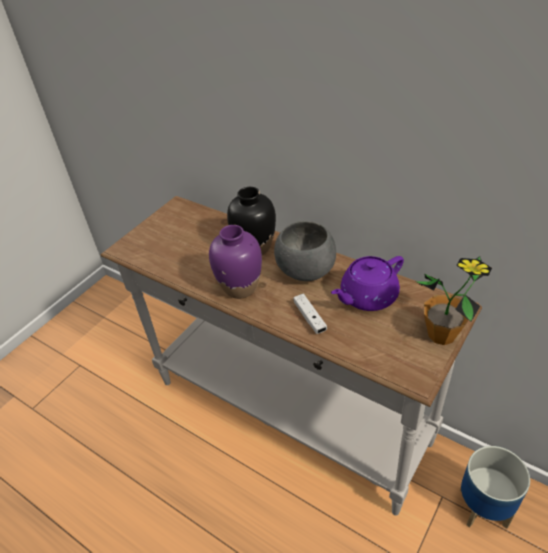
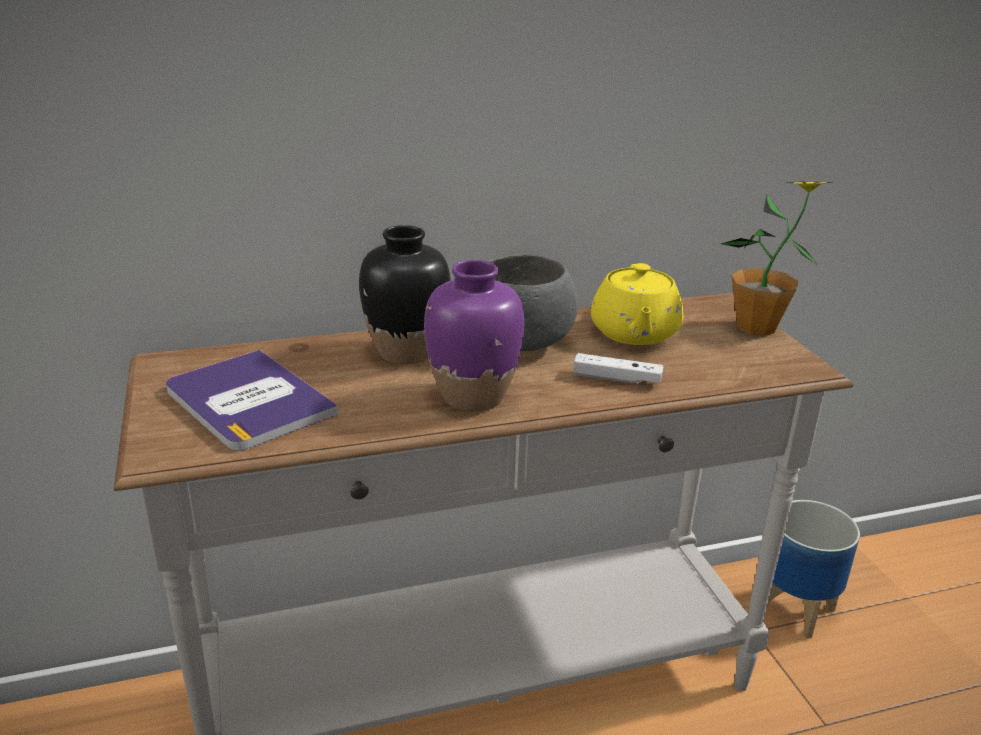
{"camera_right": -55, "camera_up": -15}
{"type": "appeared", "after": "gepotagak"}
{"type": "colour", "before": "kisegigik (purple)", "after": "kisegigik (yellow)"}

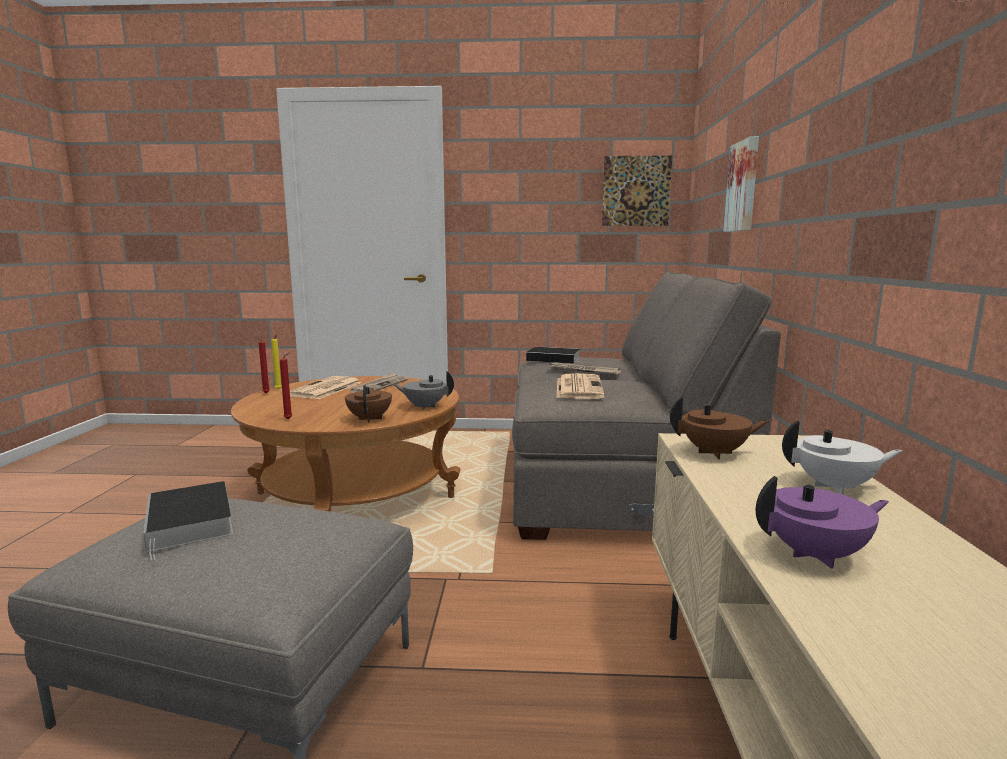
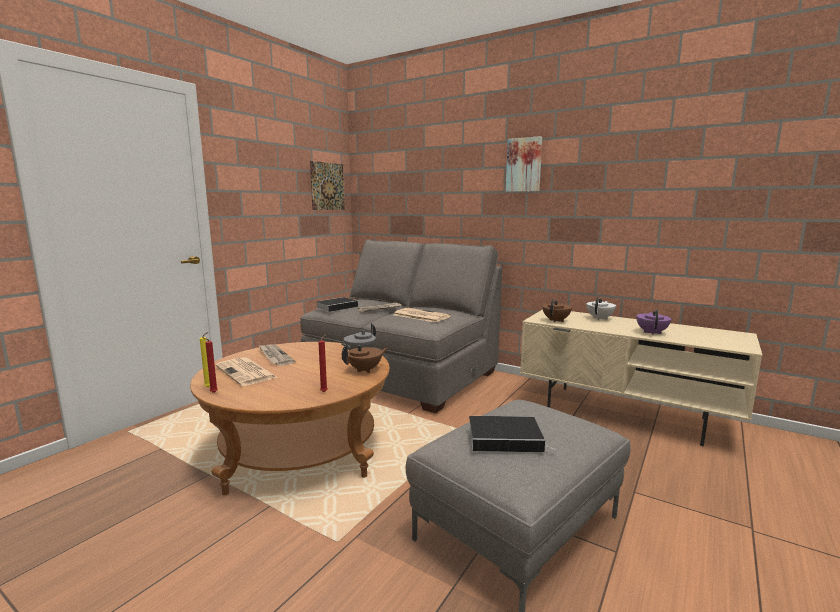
{"camera_right": -60, "camera_up": 0}
{"type": "relocated", "before": "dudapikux (no. 2 from left)"}
{"type": "spun", "before": "kisegigik (brown) (no. 1 from left)", "turn": 120}

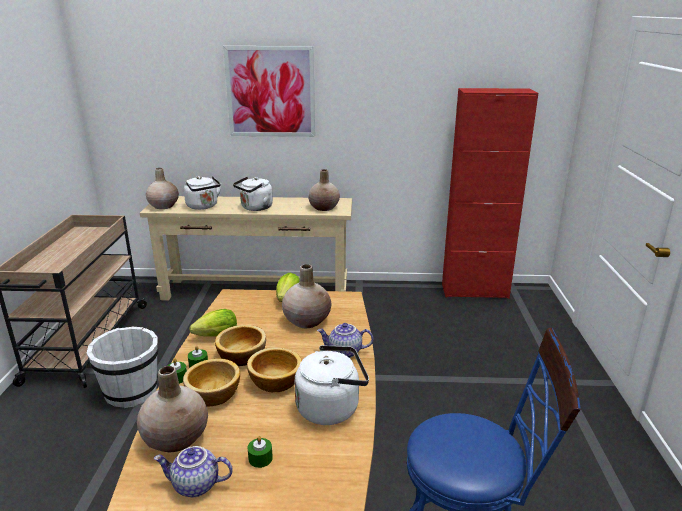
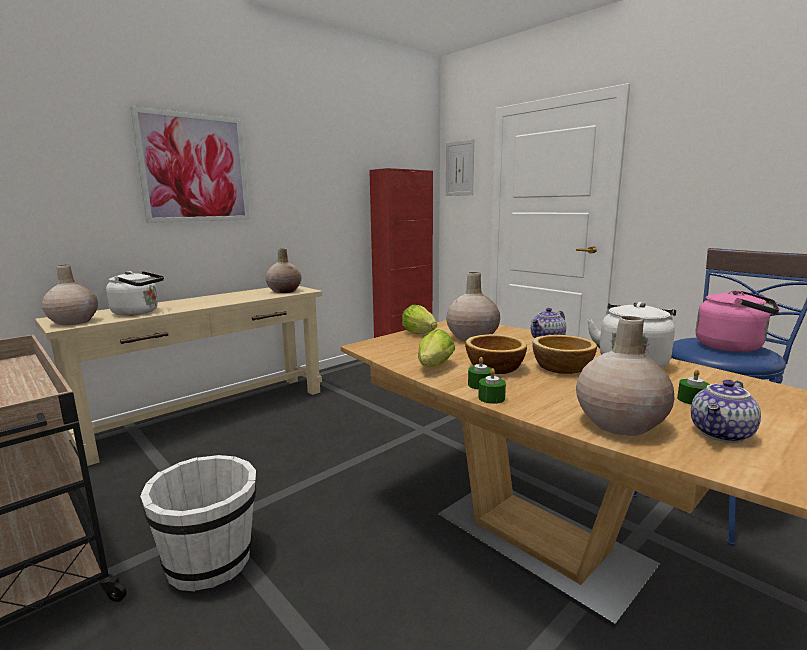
{"camera_right": -45, "camera_up": -10}
{"type": "missing", "before": "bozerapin (no. 1 from left)"}
{"type": "missing", "before": "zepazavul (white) (no. 2 from left)"}
{"type": "appeared", "after": "dudapikux (no. 2 from left)"}
{"type": "appeared", "after": "zepazavul (pink)"}

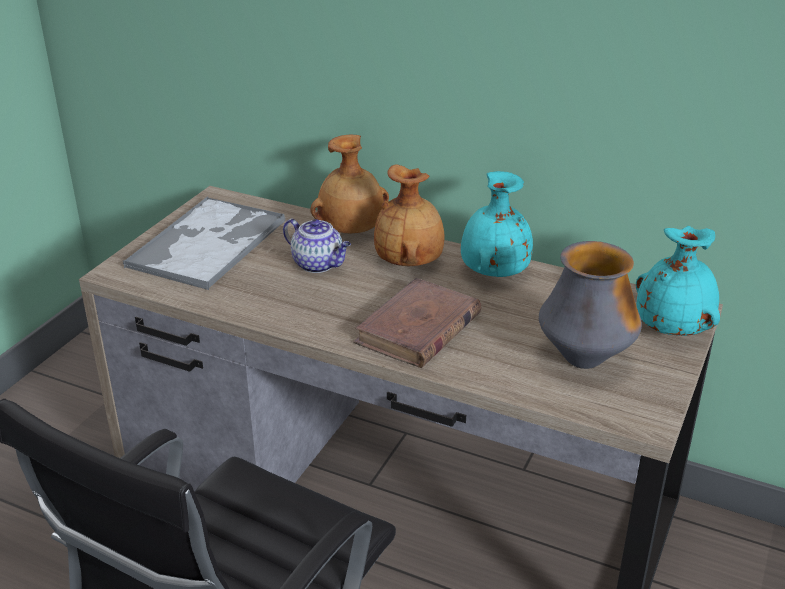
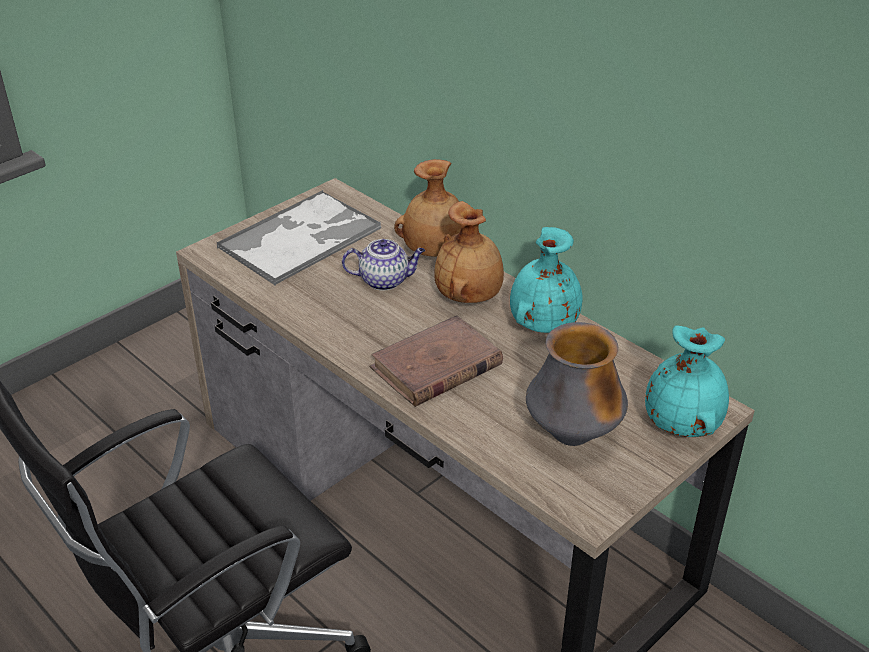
{"camera_right": 20, "camera_up": 5}
{"type": "spun", "before": "kisegigik", "turn": -60}

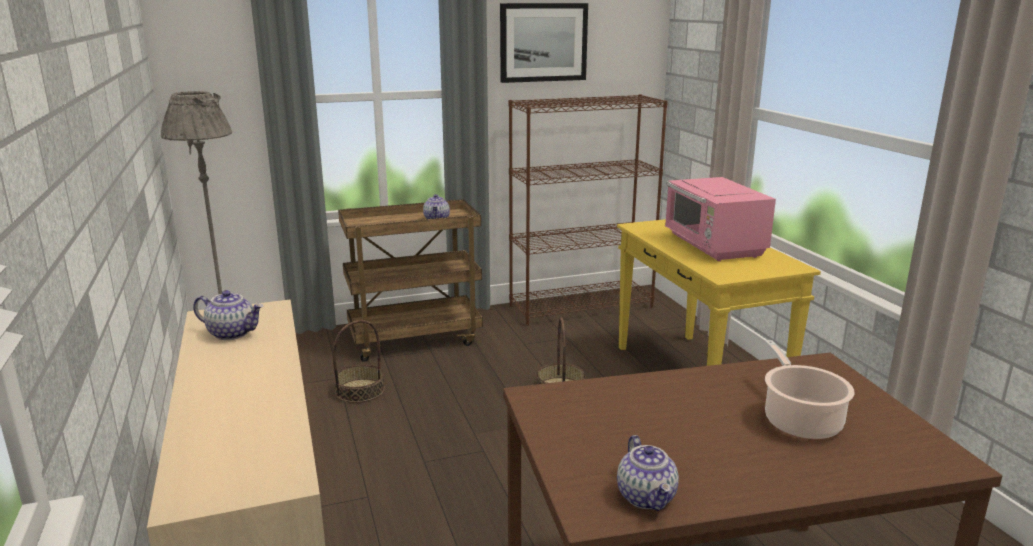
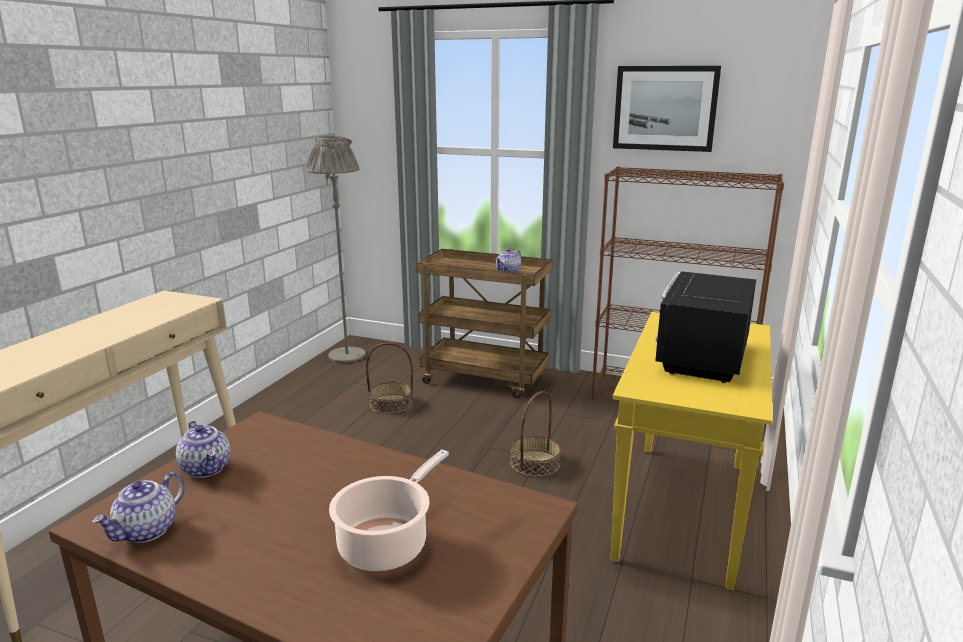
{"camera_right": 40, "camera_up": 0}
{"type": "relocated", "before": "kisegigik (no. 1 from left in the first image)", "after": "kisegigik (no. 2 from left)"}
{"type": "colour", "before": "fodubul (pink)", "after": "fodubul (black)"}

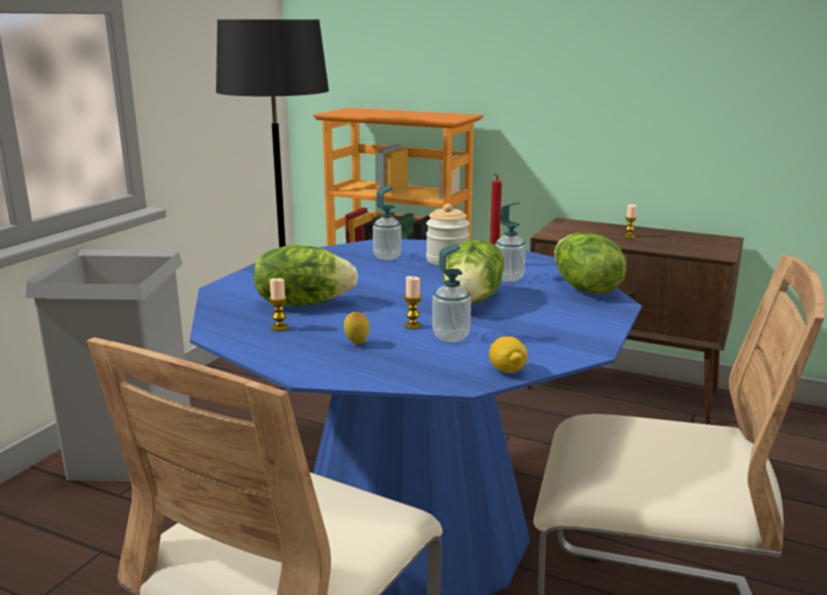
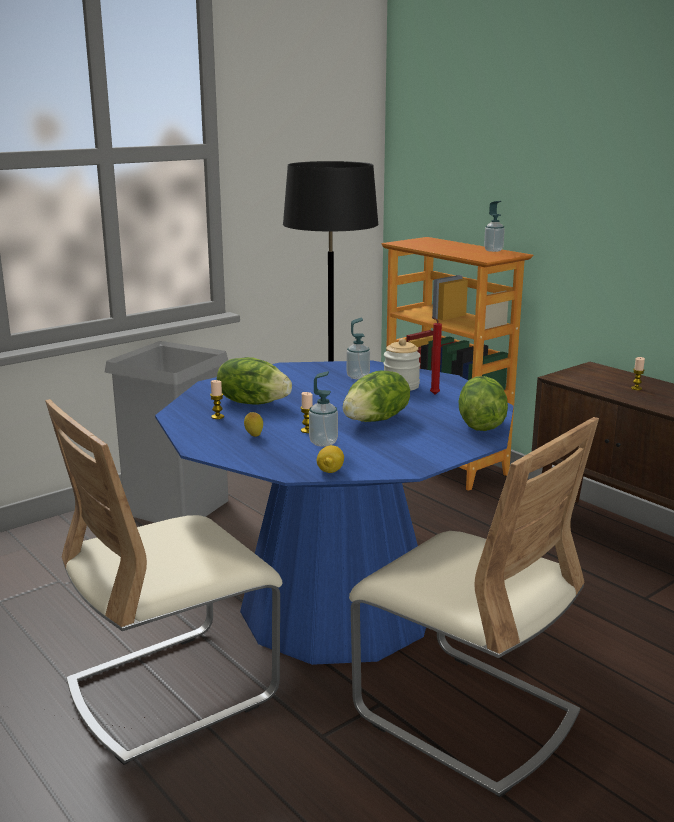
{"camera_right": 25, "camera_up": 0}
{"type": "relocated", "before": "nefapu (no. 3 from left)"}

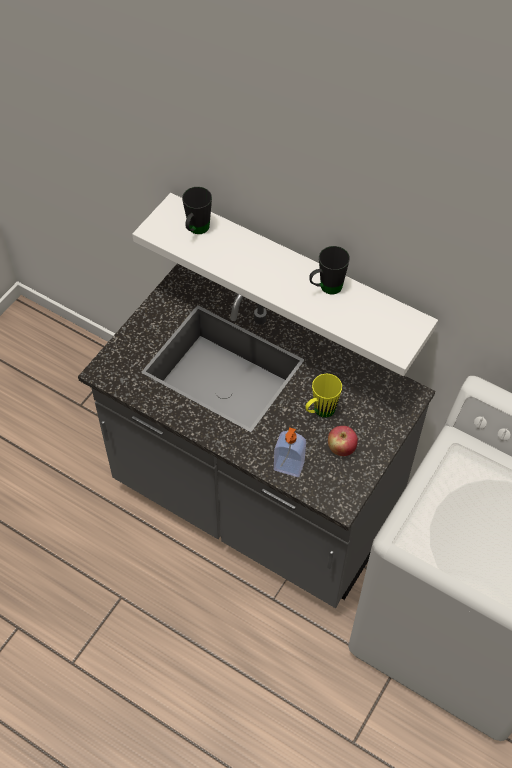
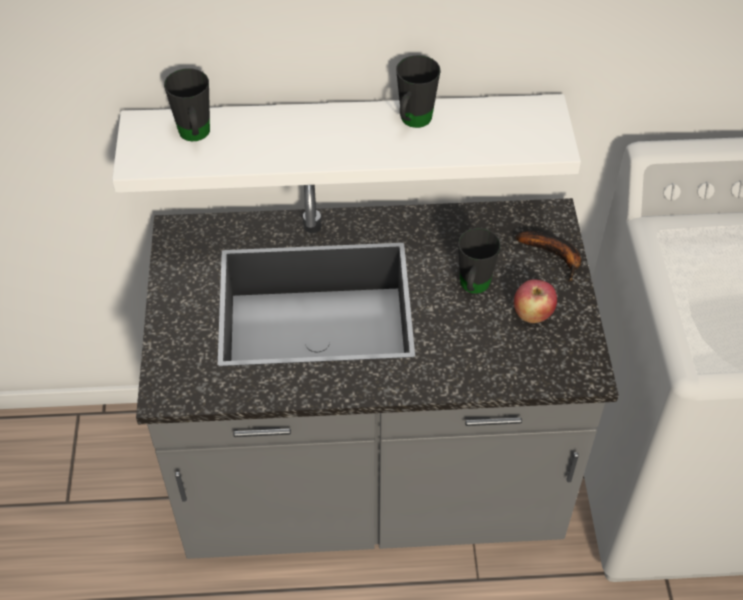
{"camera_right": -35, "camera_up": -5}
{"type": "missing", "before": "nefapu"}
{"type": "appeared", "after": "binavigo"}
{"type": "colour", "before": "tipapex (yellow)", "after": "tipapex (black) (no. 3 from left)"}

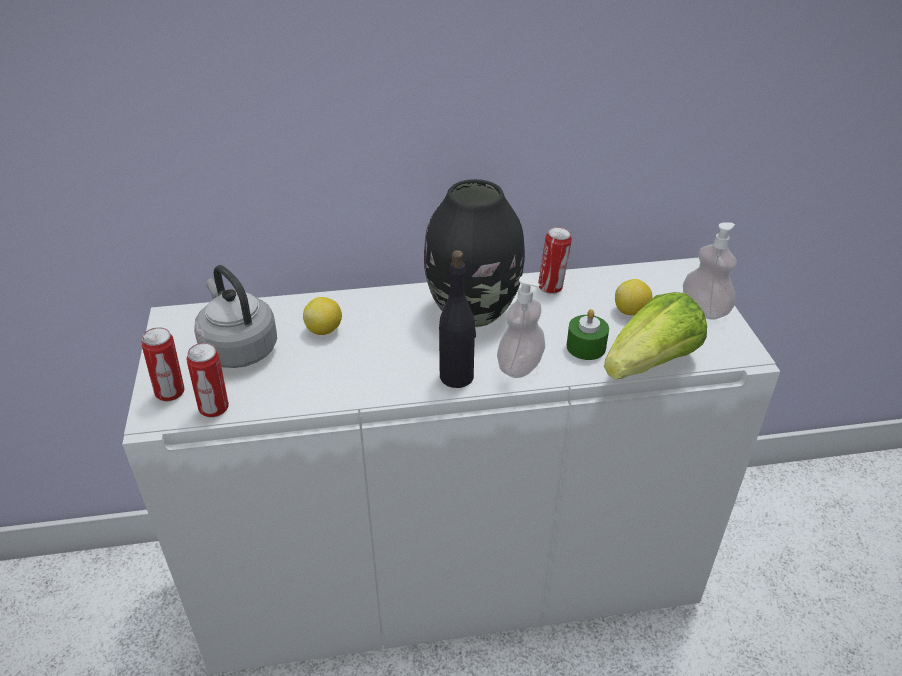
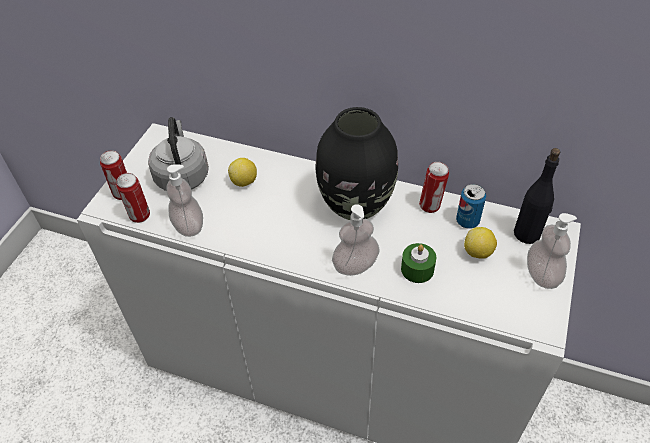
{"camera_right": 30, "camera_up": 10}
{"type": "missing", "before": "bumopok"}
{"type": "appeared", "after": "nefapu (no. 1 from left)"}
{"type": "appeared", "after": "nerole (no. 4 from left)"}
{"type": "relocated", "before": "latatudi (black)"}

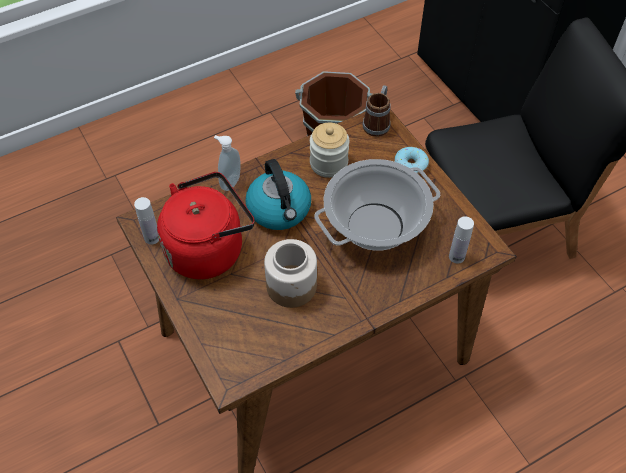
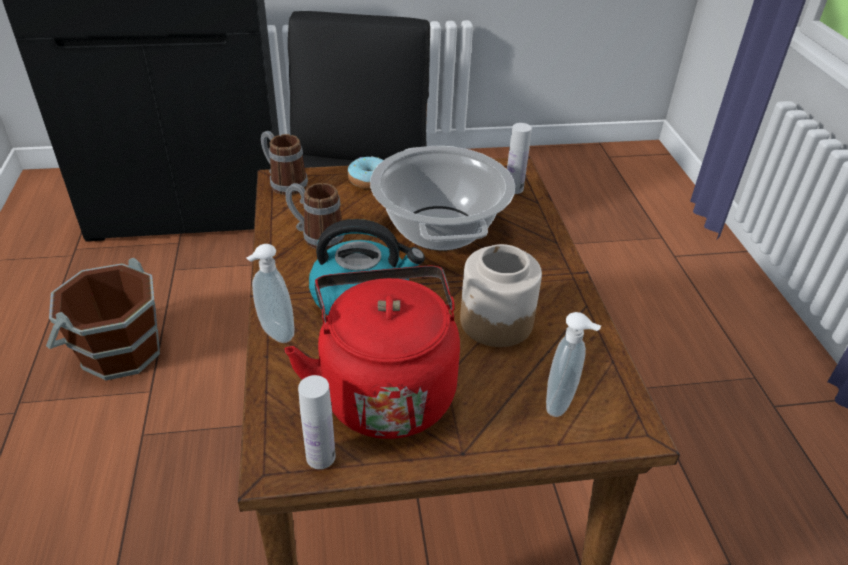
{"camera_right": -70, "camera_up": -15}
{"type": "appeared", "after": "nefapu (no. 2 from left)"}
{"type": "exchanged", "before": "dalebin (no. 2 from left)", "after": "tipapex (no. 2 from left)"}

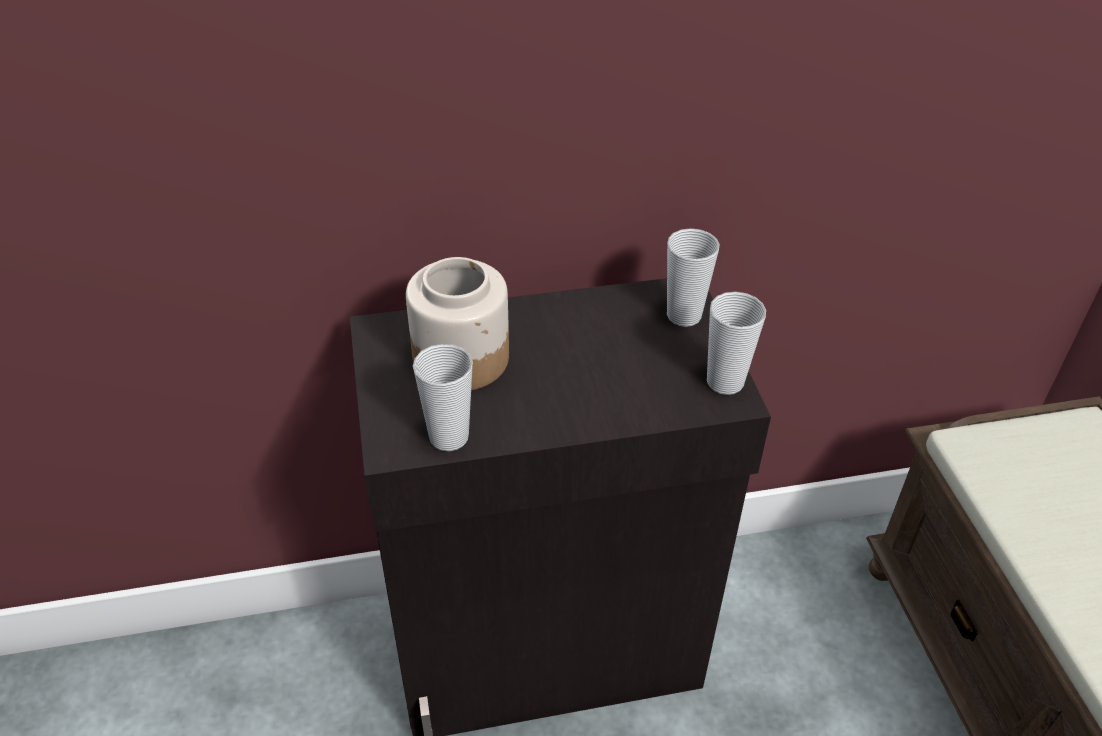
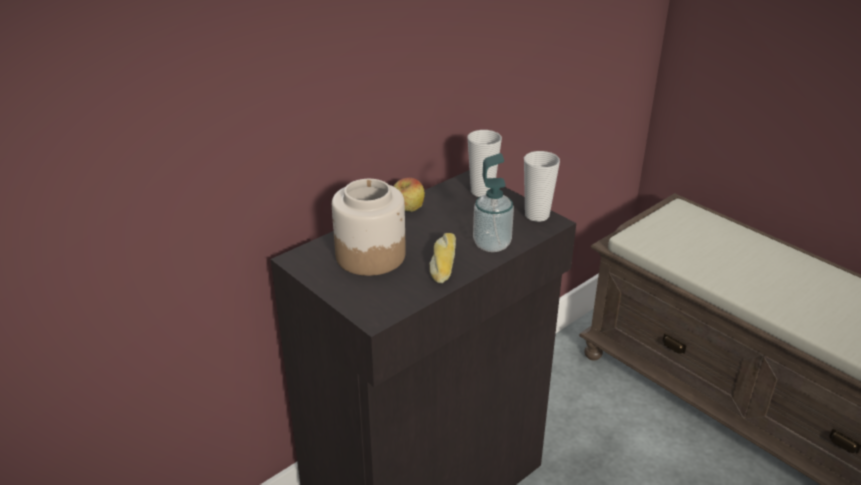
{"camera_right": -30, "camera_up": -10}
{"type": "missing", "before": "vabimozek (no. 1 from left)"}
{"type": "appeared", "after": "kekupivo"}
{"type": "appeared", "after": "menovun"}
{"type": "appeared", "after": "nefapu"}

